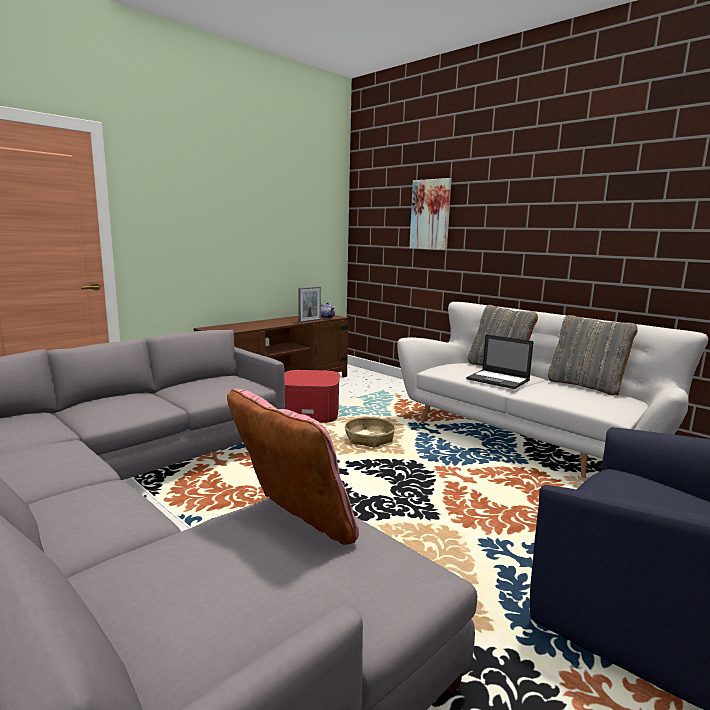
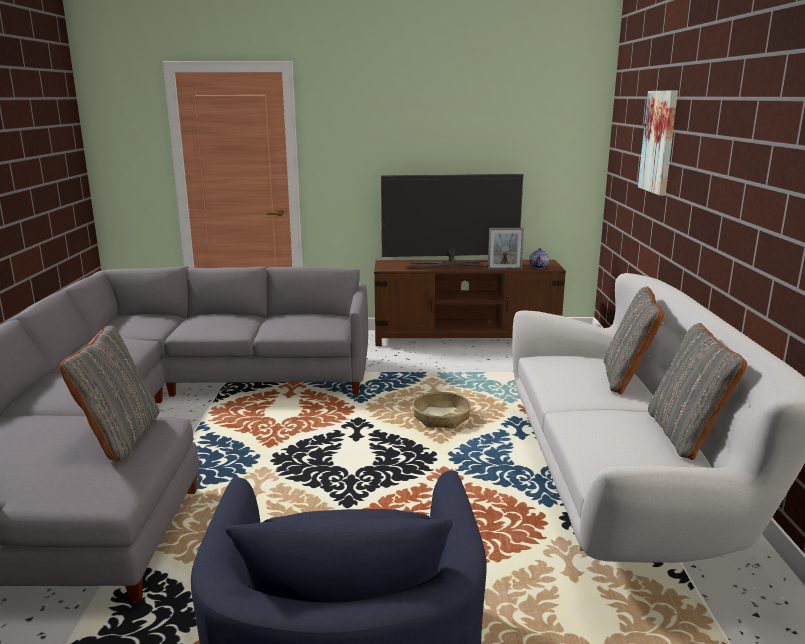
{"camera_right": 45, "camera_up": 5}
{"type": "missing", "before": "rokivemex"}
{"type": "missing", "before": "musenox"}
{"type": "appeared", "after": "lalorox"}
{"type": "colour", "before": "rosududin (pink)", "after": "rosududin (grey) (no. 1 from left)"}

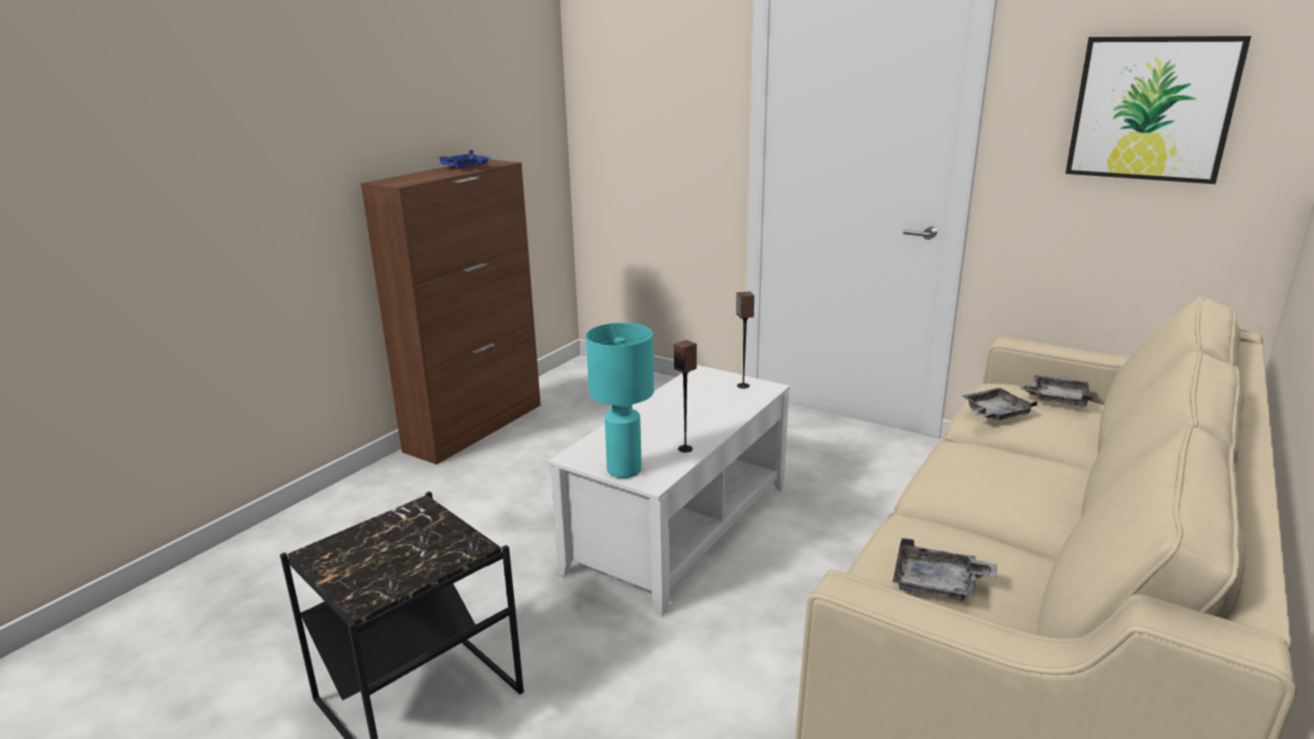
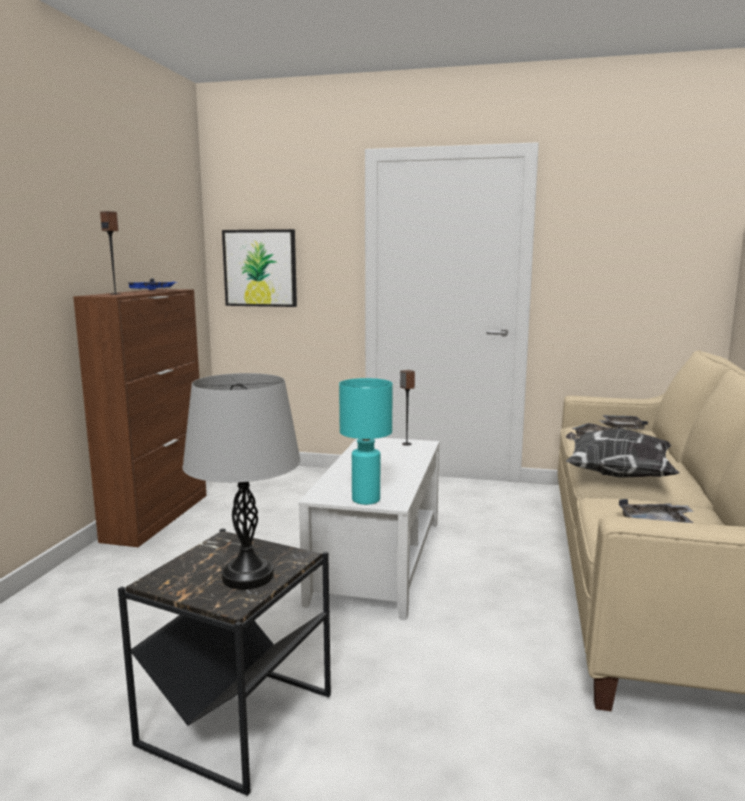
{"camera_right": -20, "camera_up": -10}
{"type": "appeared", "after": "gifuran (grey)"}
{"type": "appeared", "after": "rosududin"}
{"type": "relocated", "before": "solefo (no. 1 from left)"}
{"type": "relocated", "before": "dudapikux"}

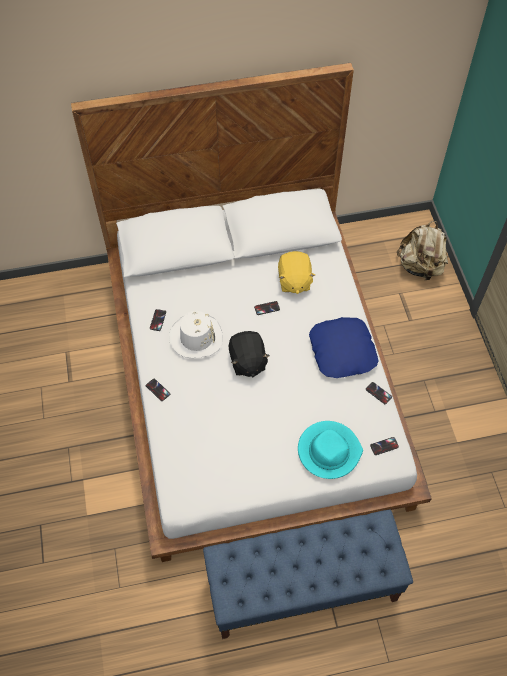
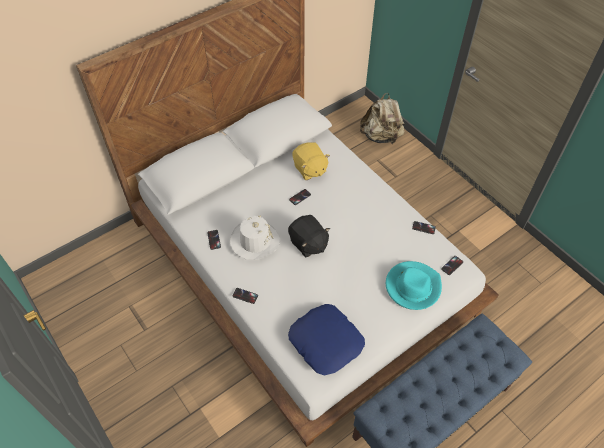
{"camera_right": -25, "camera_up": -5}
{"type": "relocated", "before": "rosududin (blue)"}

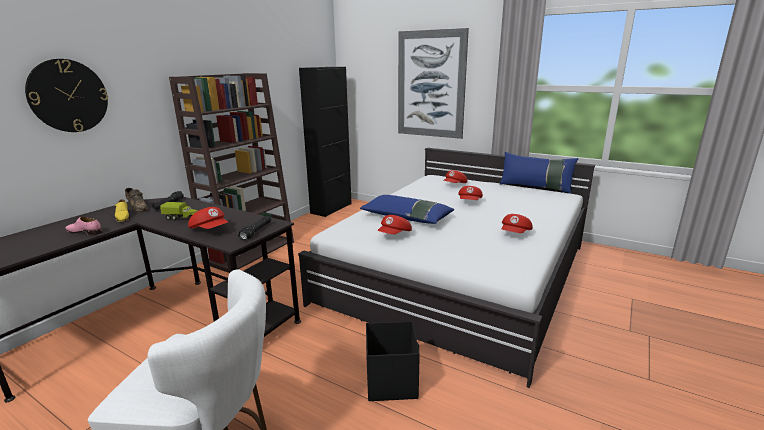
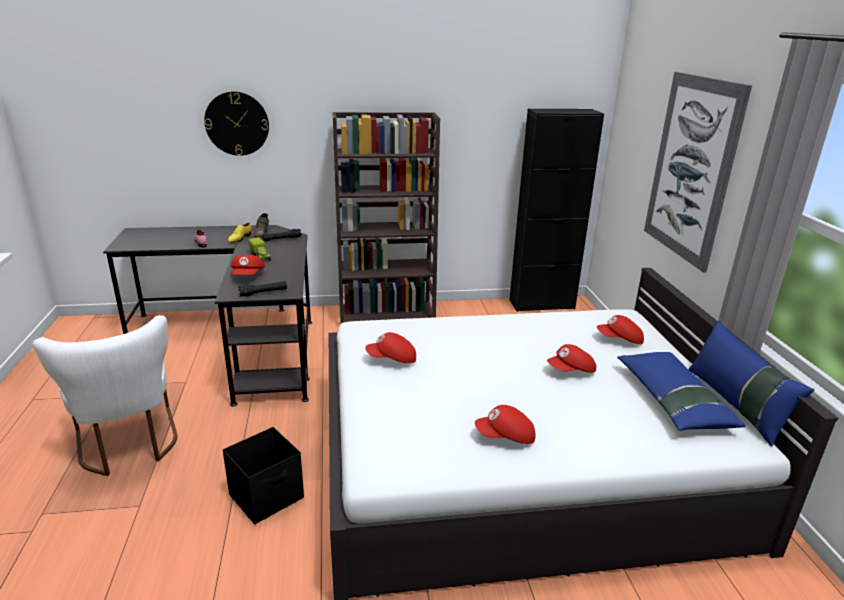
{"camera_right": 50, "camera_up": 5}
{"type": "relocated", "before": "rosududin (blue) (no. 1 from left)"}

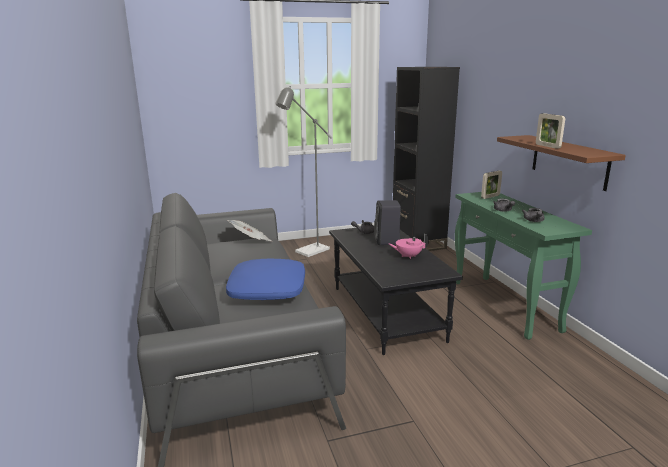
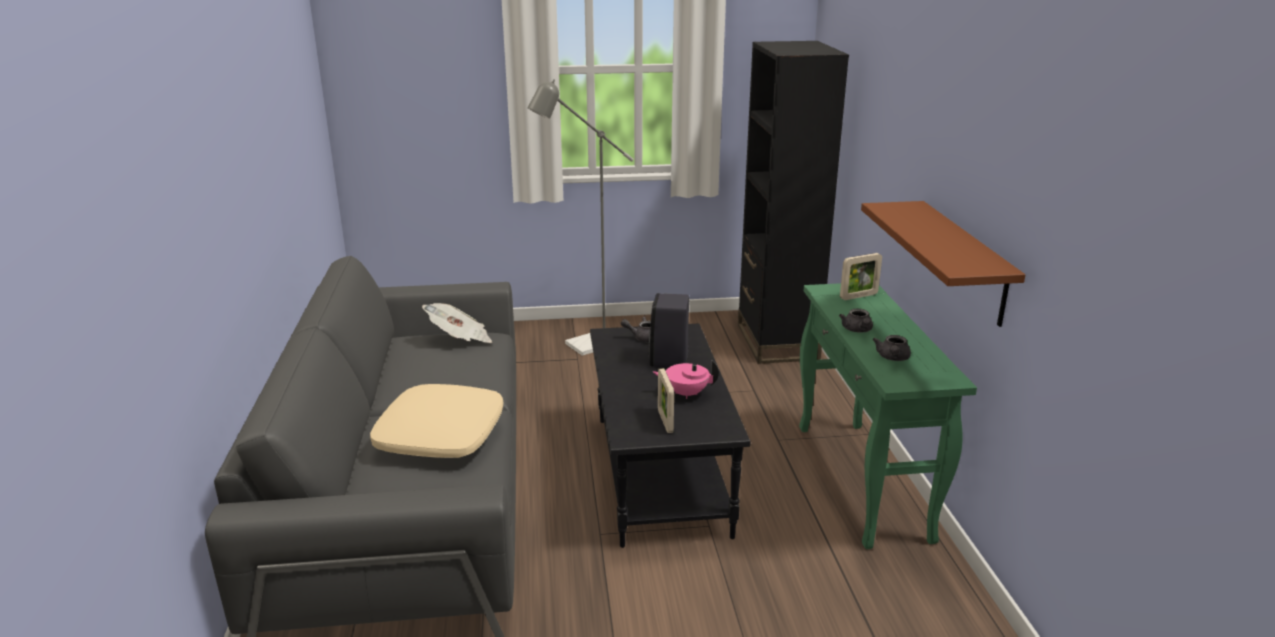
{"camera_right": 10, "camera_up": 5}
{"type": "relocated", "before": "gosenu (no. 2 from left in the first image)", "after": "gosenu (no. 1 from left)"}
{"type": "colour", "before": "rosududin (blue)", "after": "rosududin (beige)"}

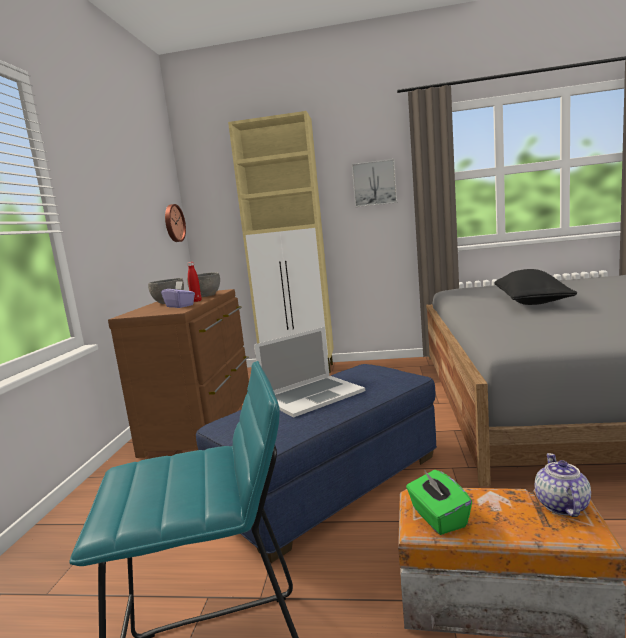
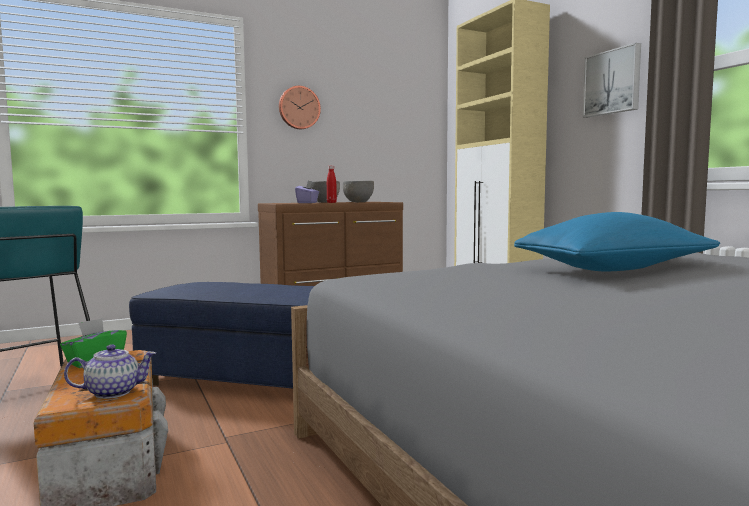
{"camera_right": 55, "camera_up": -5}
{"type": "missing", "before": "musenox"}
{"type": "relocated", "before": "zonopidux"}
{"type": "colour", "before": "rosududin (black)", "after": "rosududin (blue)"}

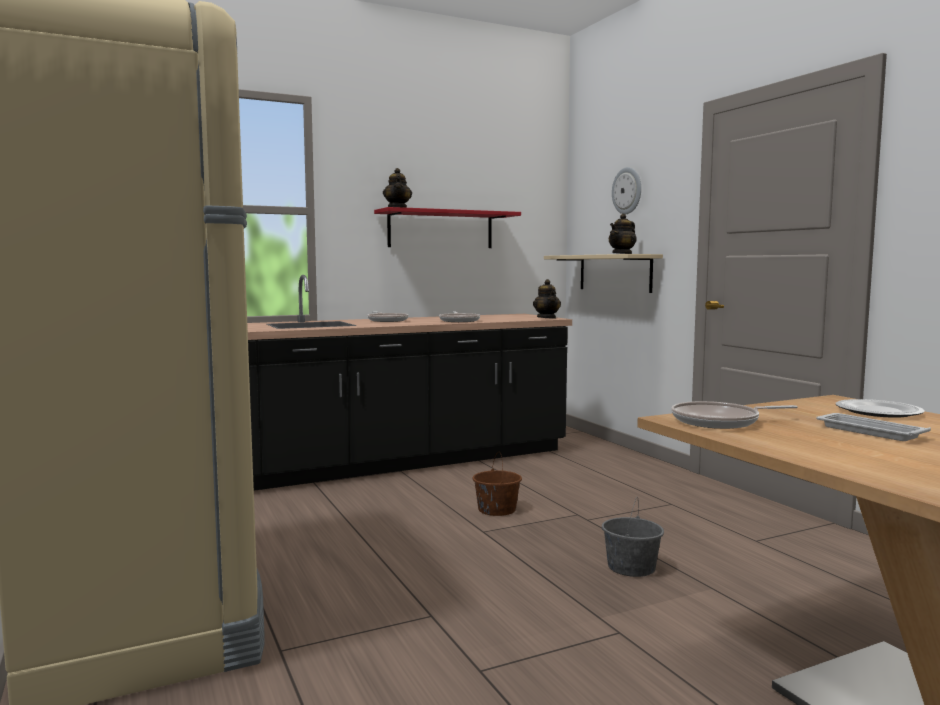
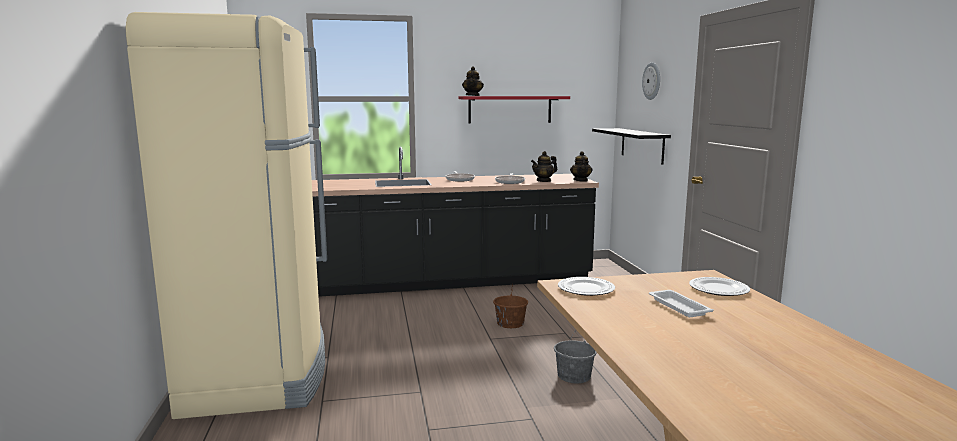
{"camera_right": 15, "camera_up": 5}
{"type": "relocated", "before": "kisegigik (no. 3 from left in the first image)", "after": "kisegigik (no. 2 from left)"}
{"type": "exchanged", "before": "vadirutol (no. 3 from left)", "after": "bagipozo (no. 1 from left)"}
{"type": "colour", "before": "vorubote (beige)", "after": "vorubote (black)"}

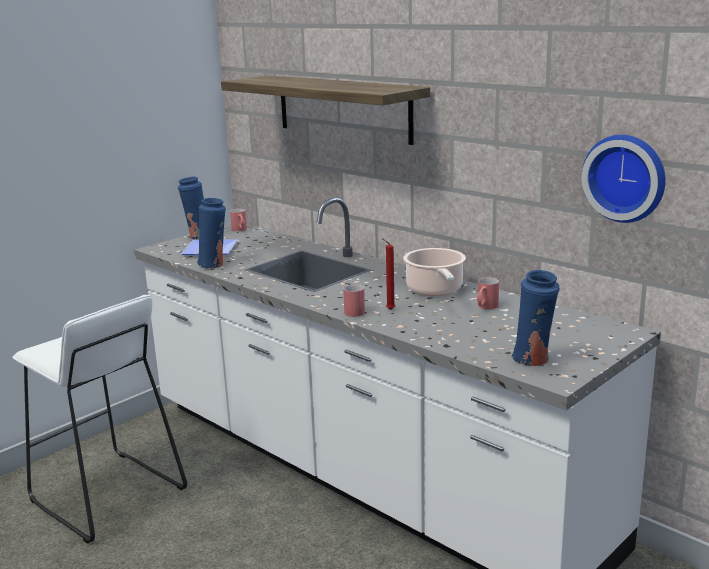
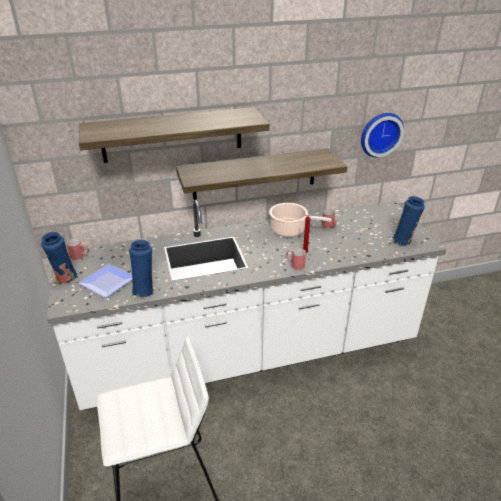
{"camera_right": -60, "camera_up": 15}
{"type": "appeared", "after": "vorubote (no. 2 from left)"}

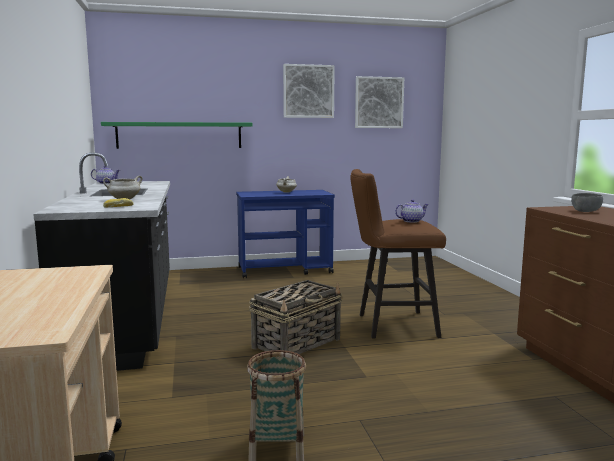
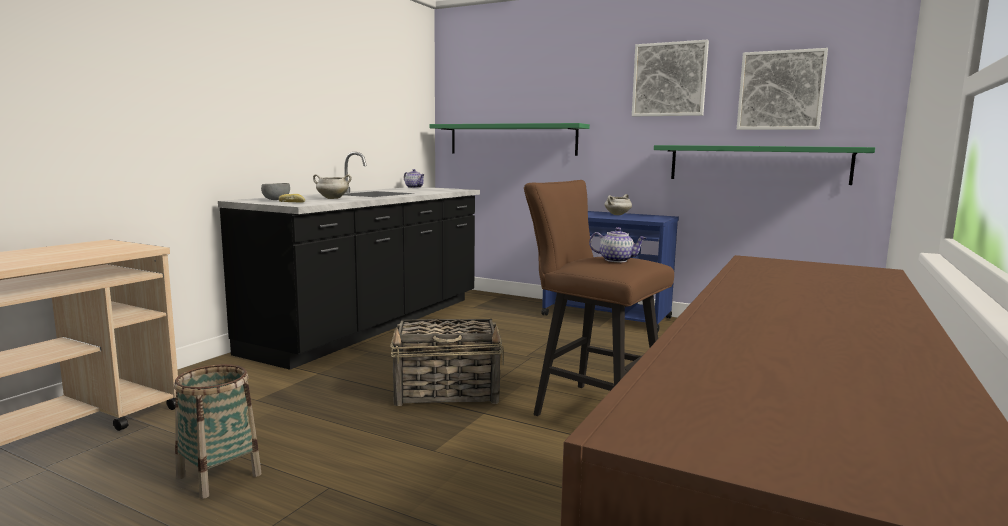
{"camera_right": 40, "camera_up": 0}
{"type": "appeared", "after": "vorubote (green) (no. 2 from left)"}
{"type": "relocated", "before": "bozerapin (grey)"}

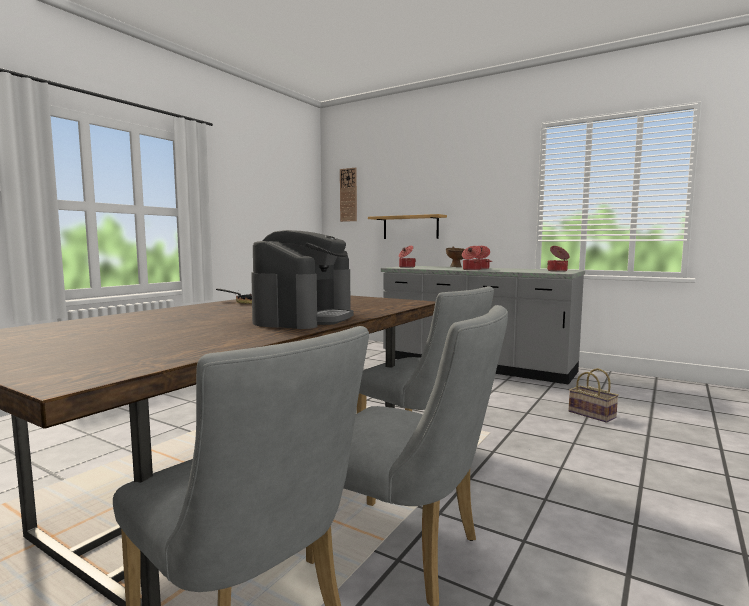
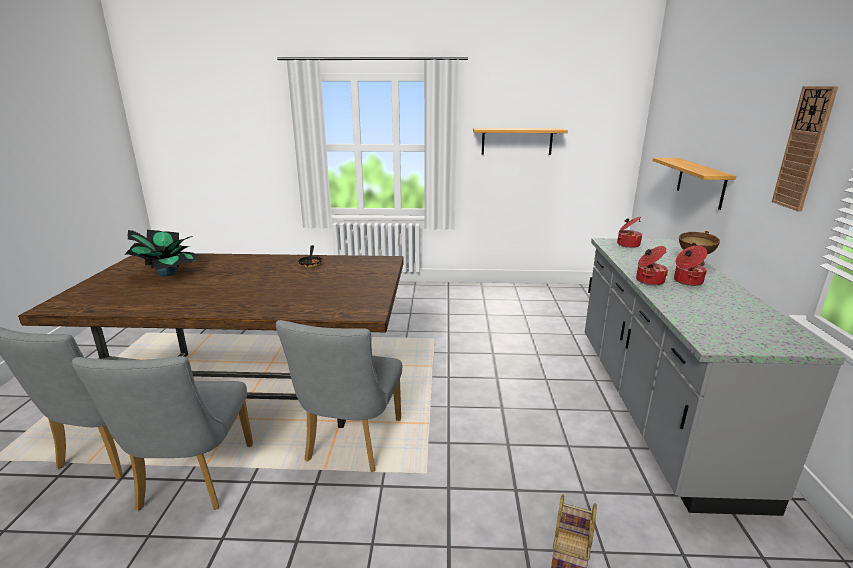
{"camera_right": 60, "camera_up": 15}
{"type": "missing", "before": "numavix"}
{"type": "missing", "before": "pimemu (no. 4 from left)"}
{"type": "appeared", "after": "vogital"}
{"type": "appeared", "after": "vorubote (no. 1 from left)"}
{"type": "relocated", "before": "zonopidux"}

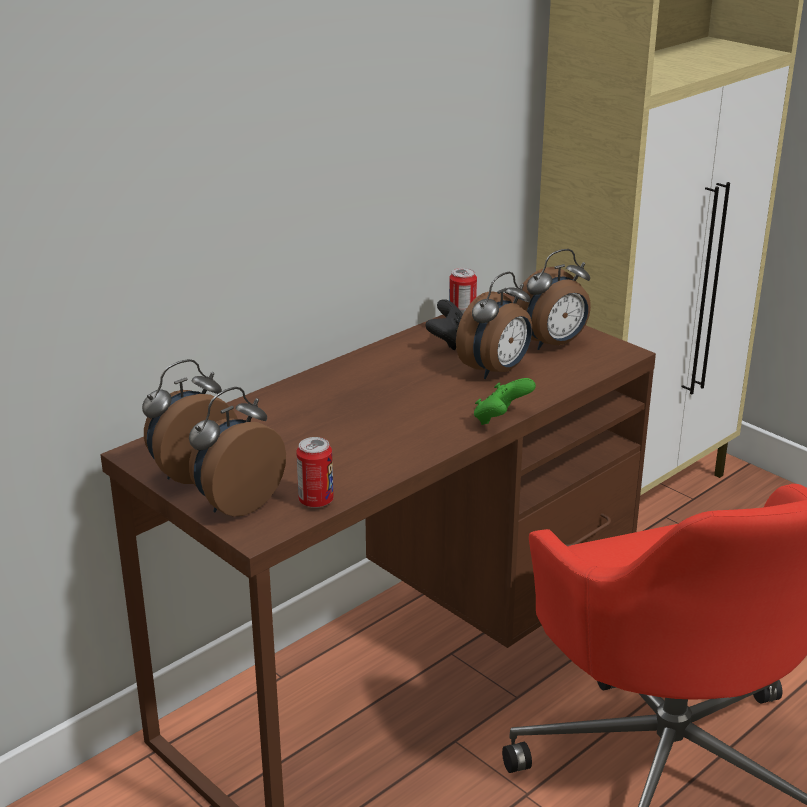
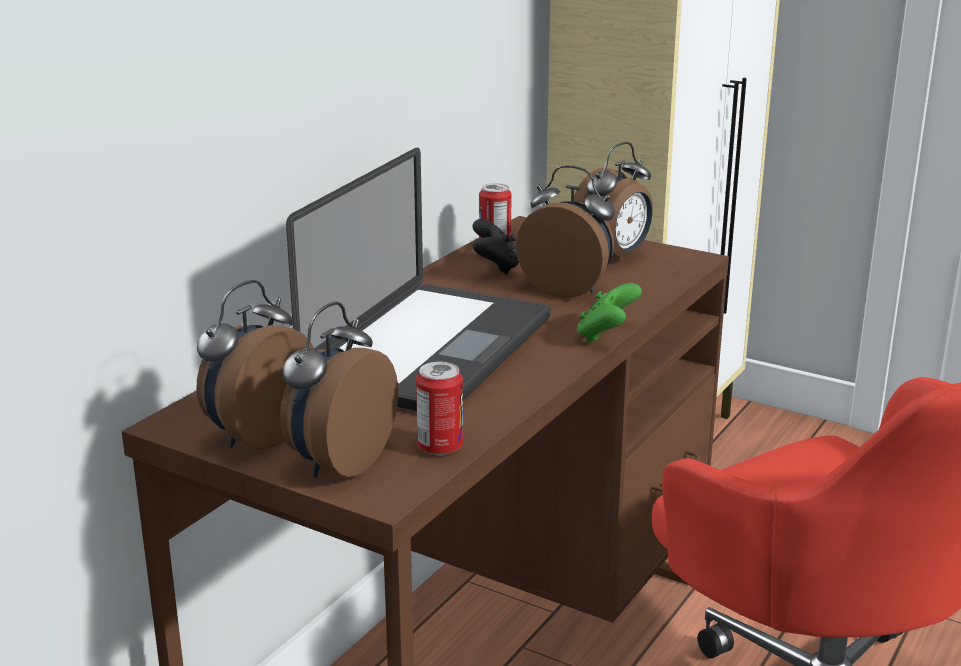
{"camera_right": -15, "camera_up": -5}
{"type": "appeared", "after": "musenox"}
{"type": "spun", "before": "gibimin (no. 3 from left)", "turn": -90}

